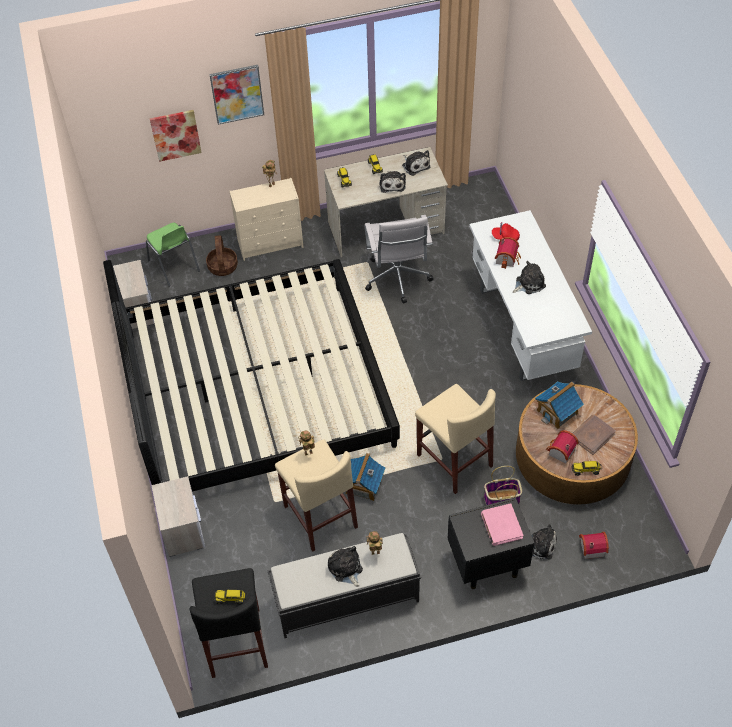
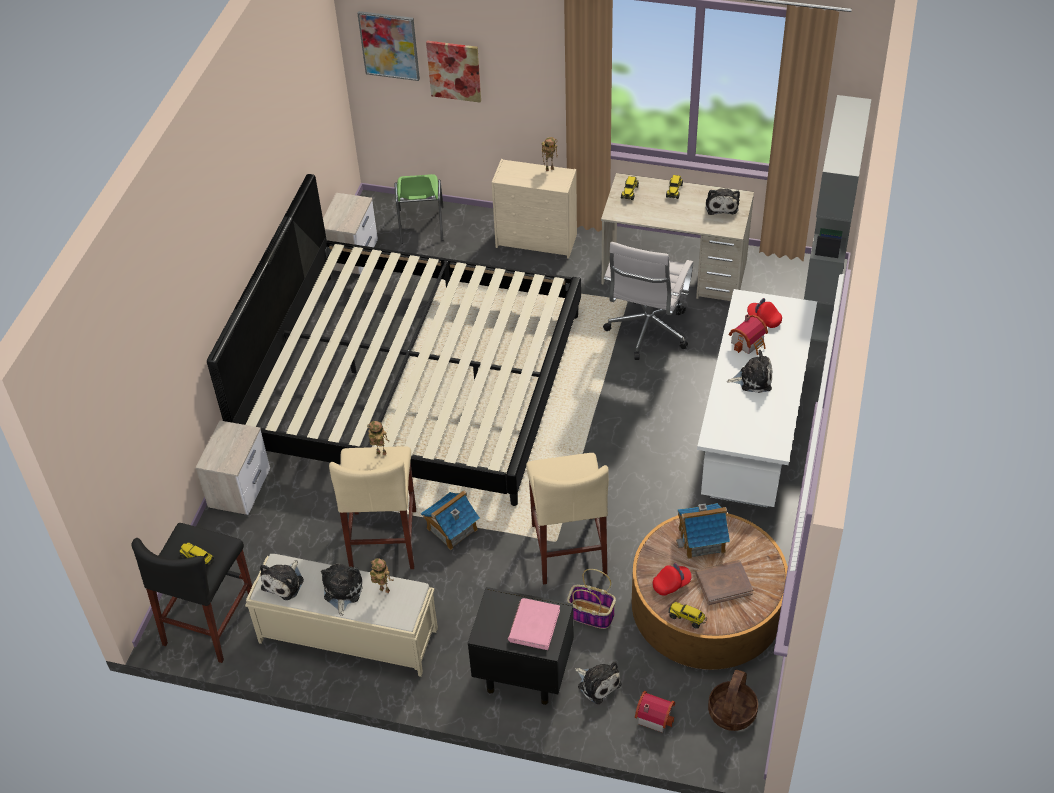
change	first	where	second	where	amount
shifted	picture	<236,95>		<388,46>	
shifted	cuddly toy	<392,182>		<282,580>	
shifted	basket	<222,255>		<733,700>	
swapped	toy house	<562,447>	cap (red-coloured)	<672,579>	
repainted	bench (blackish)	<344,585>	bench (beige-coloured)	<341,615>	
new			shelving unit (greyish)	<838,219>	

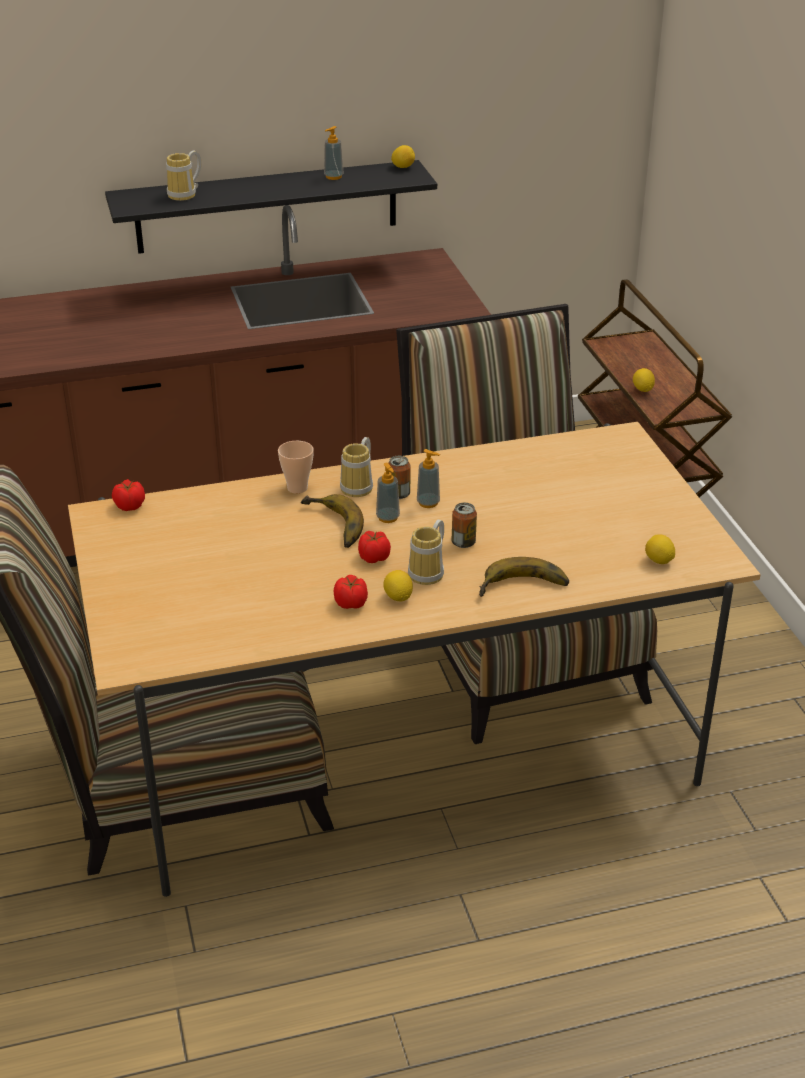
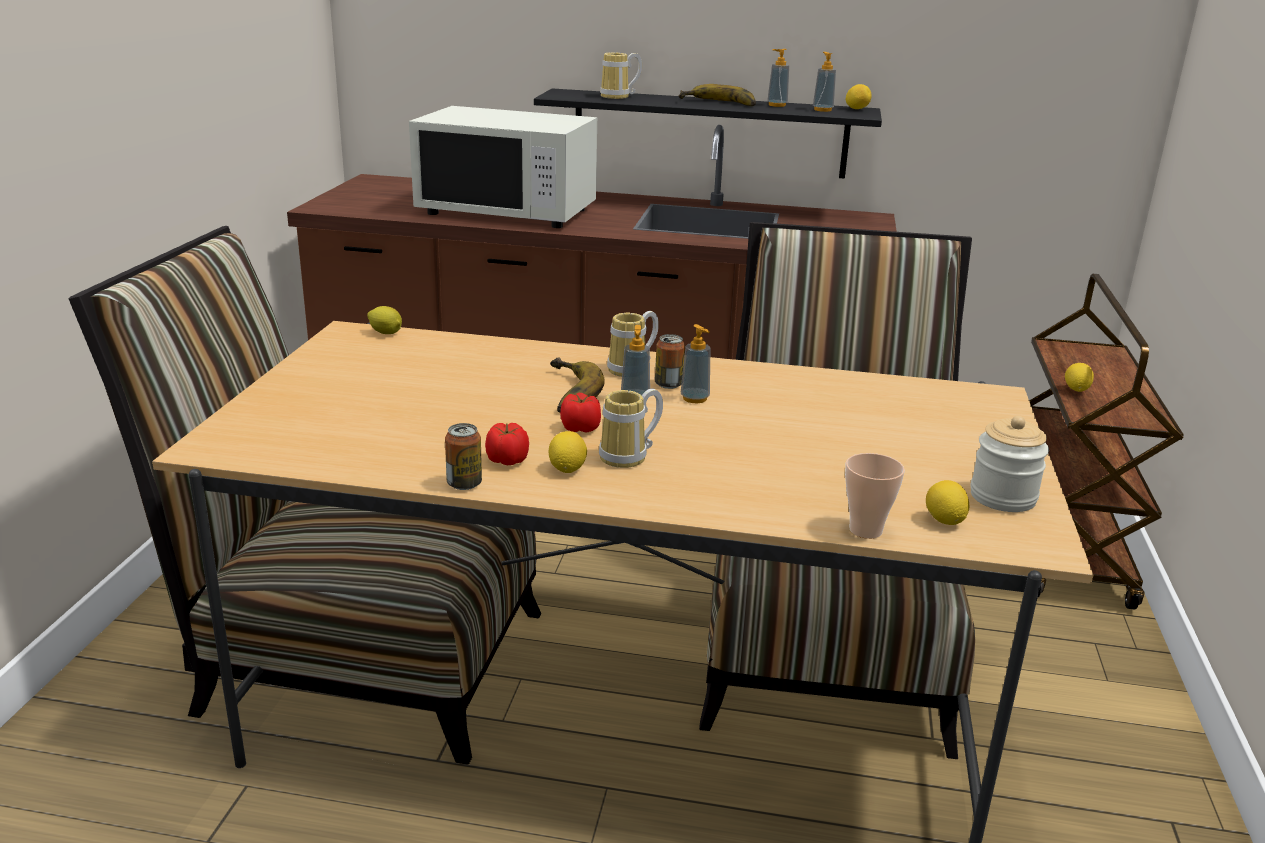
change	first	where	second	where	amount
shifted	small cup	<296,467>		<875,496>	
swapped	whole tomato	<128,495>	lemon	<384,320>	
shifted	sealed can	<464,525>		<463,456>	
shifted	banana	<524,577>		<717,95>	
new			liquid soap bottle	<824,82>	
new			kitchen microwave (whitish)	<503,167>	
new			preserve jar	<1009,464>	

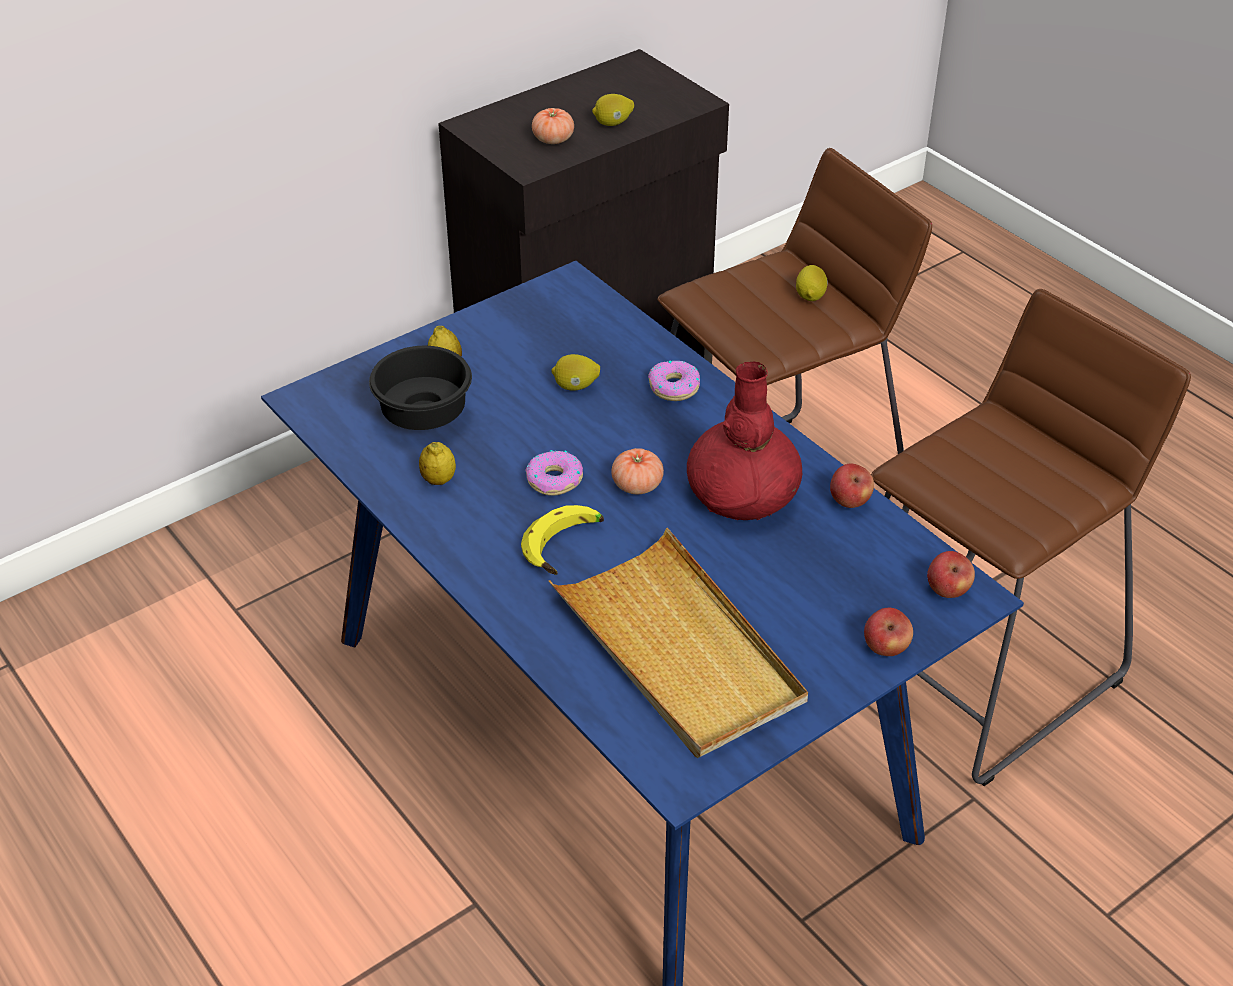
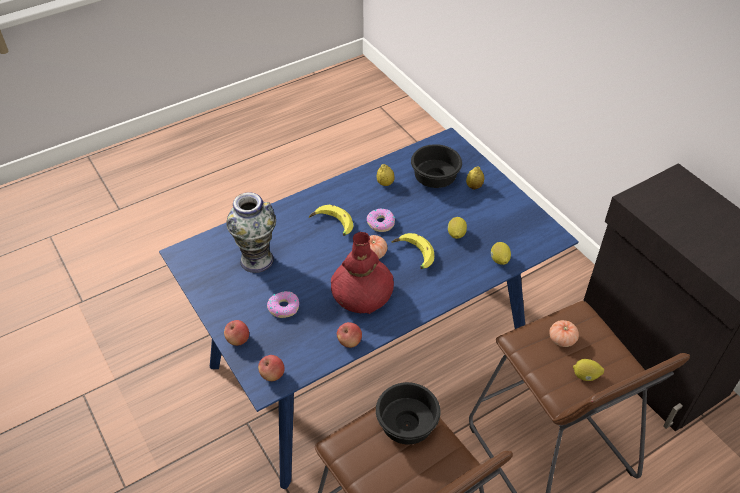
change	first	where	second	where	amount
shifted	lemon	<613,110>		<501,253>	
shifted	whole tomato	<553,126>		<564,333>	
shifted	donut	<674,380>		<283,304>	
swapped	serving tray (beige-coloured)	<678,643>	decorative vase	<251,232>	
new			banana	<412,251>	
new			bowl (blackish)	<408,413>	

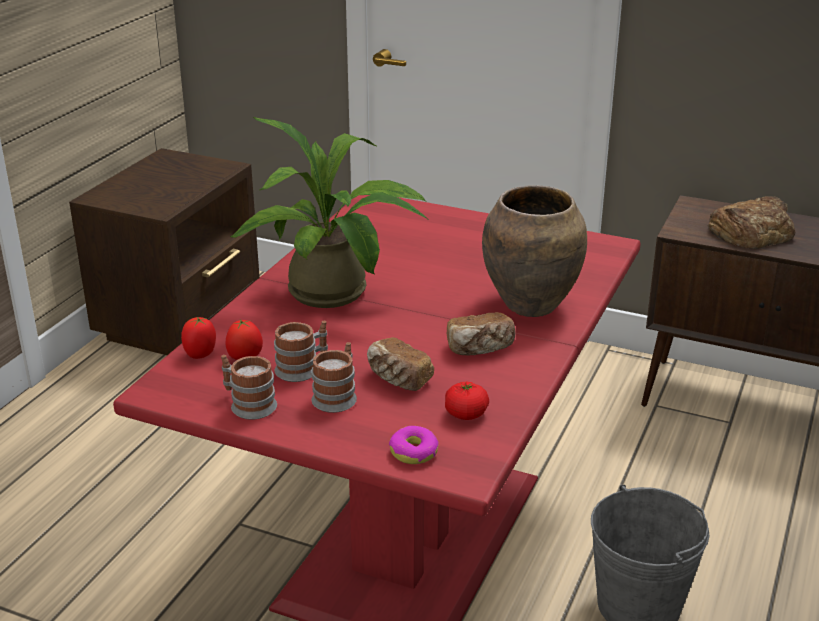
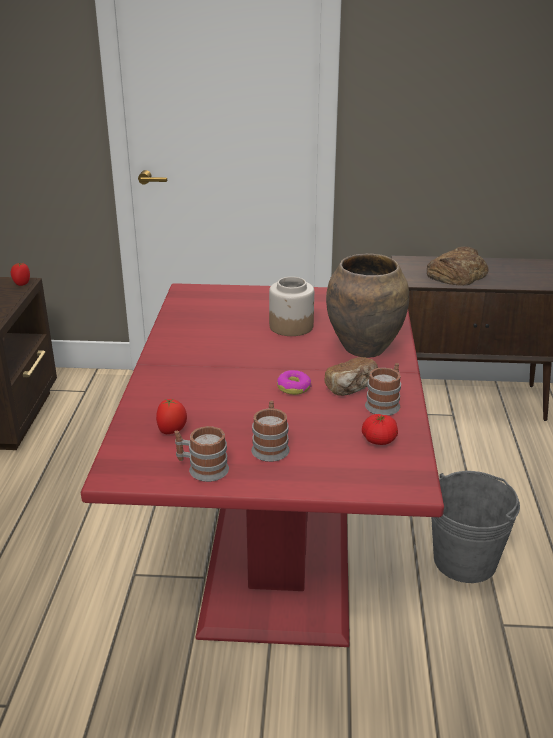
change	first	where	second	where	amount
gone	houseplant	<328,212>			
shifted	whole tomato	<198,338>		<20,274>	
shifted	mug	<301,351>		<383,389>	
gone	bakery bread	<400,364>			
shifted	donut	<414,445>		<294,382>	
new			preserve jar	<291,306>	

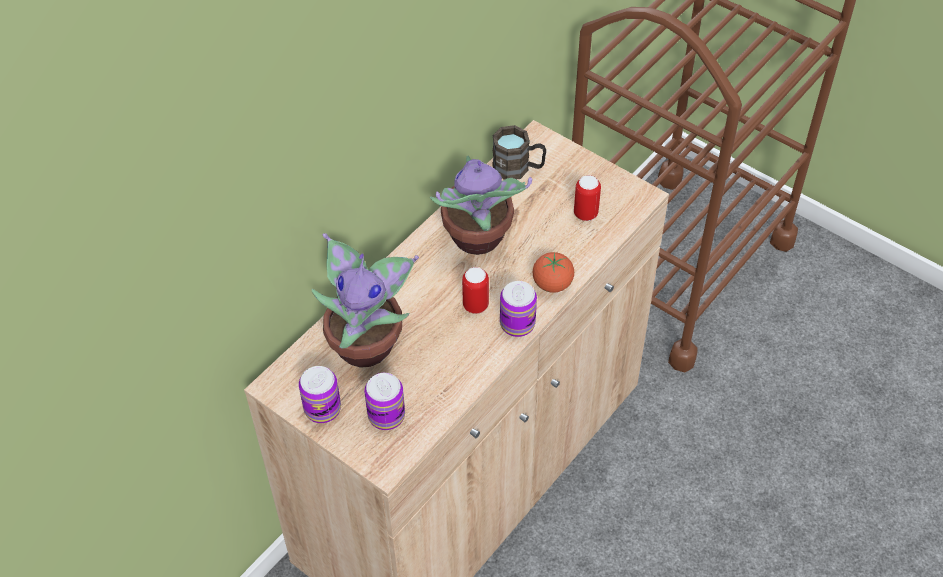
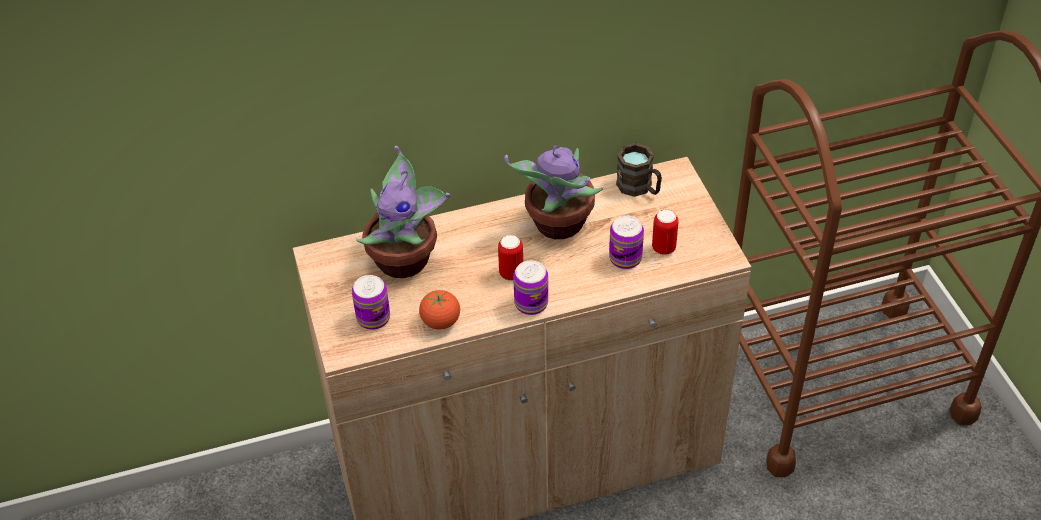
change	first	where	second	where	amount
shifted	whole tomato	<553,272>		<439,310>	
shifted	sealed can	<320,394>		<626,242>	

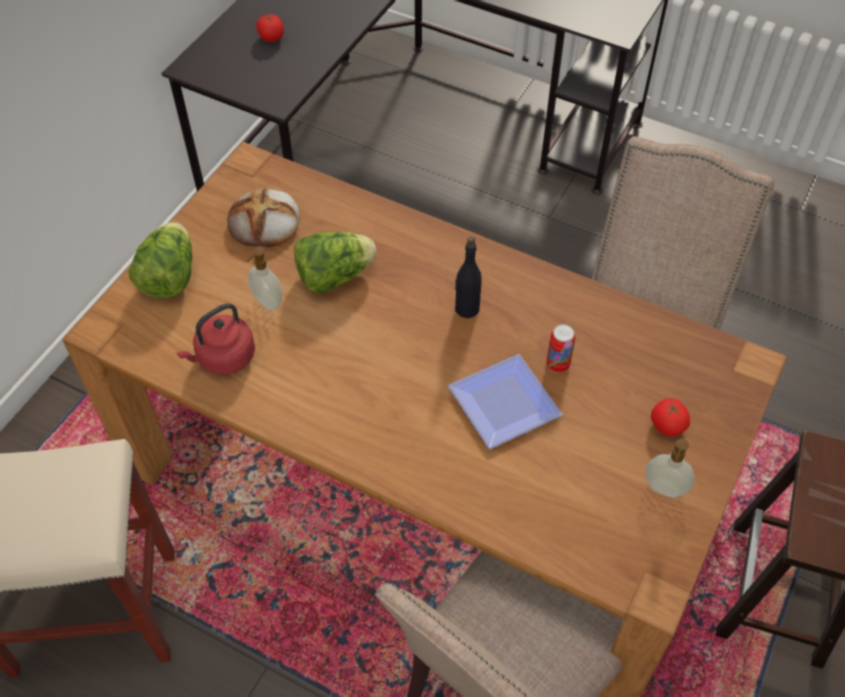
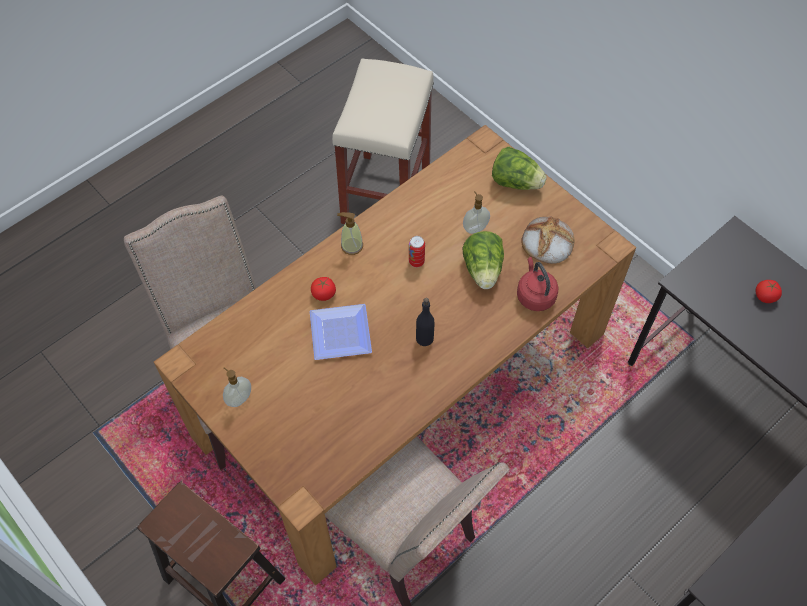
change	first	where	second	where	amount
shifted	tea kettle (red-coloured)	<216,339>		<538,284>	
shifted	sealed can	<560,348>		<417,251>	
shifted	whole tomato	<670,417>		<323,289>	
new			liquid soap bottle	<350,233>	

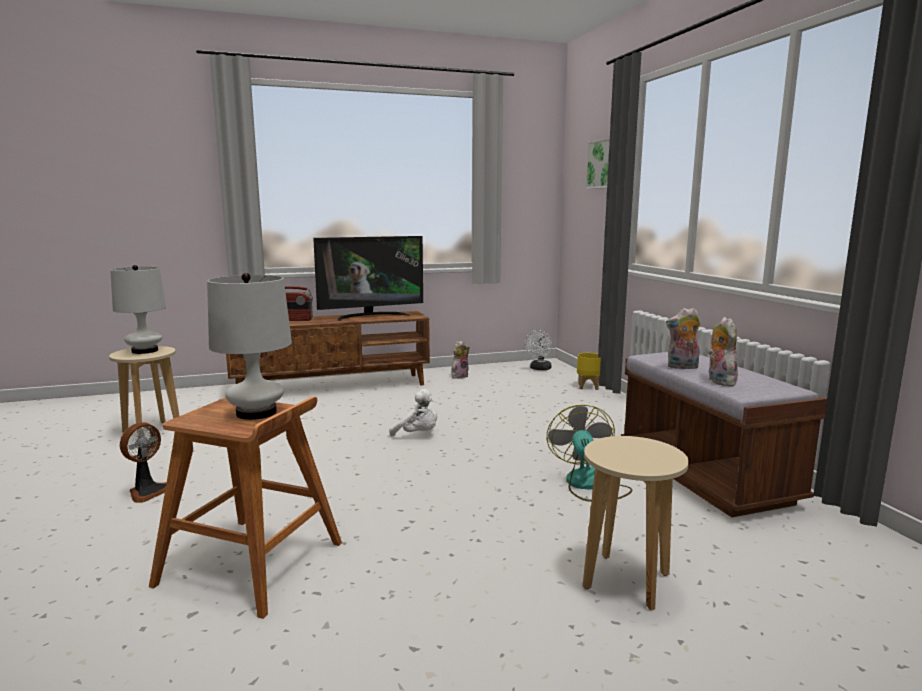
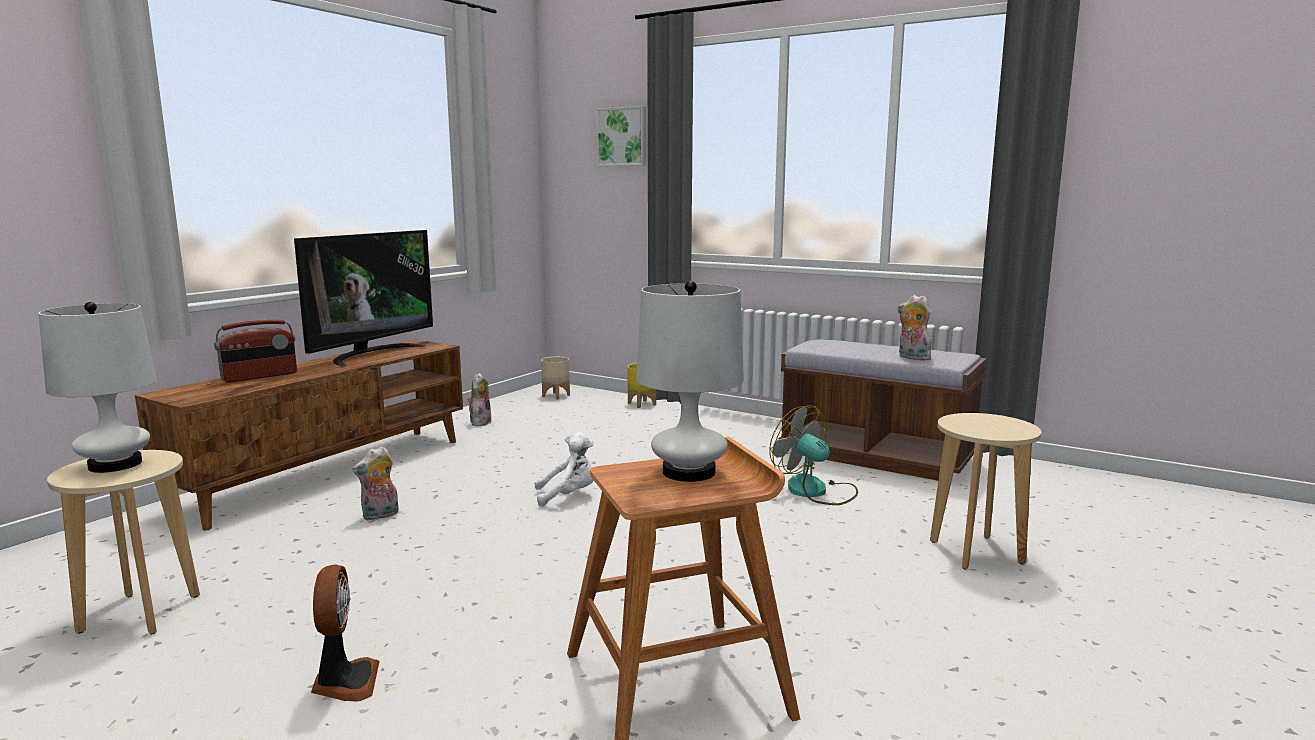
change	first	where	second	where	amount
shifted	cuddly toy	<683,338>		<375,483>	
swapped	fan (whitish)	<538,350>	planter (beige-coloured)	<555,378>	

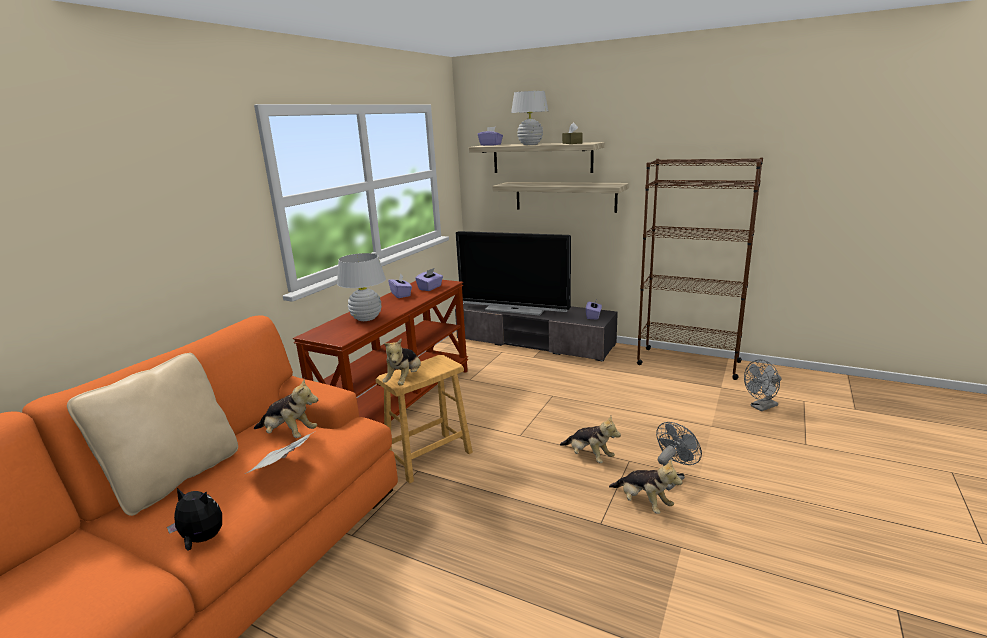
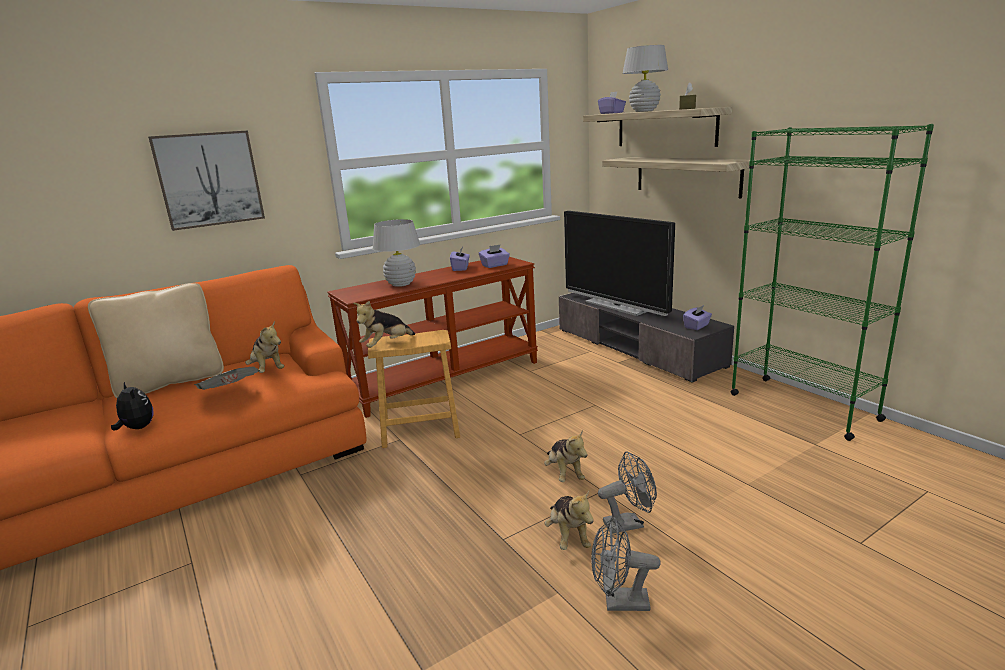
change	first	where	second	where	amount
repainted	shelving unit (brownish)	<700,269>	shelving unit (green-coloured)	<832,282>	
shifted	fan (greyish)	<762,385>		<626,564>	
new			picture	<206,180>	

